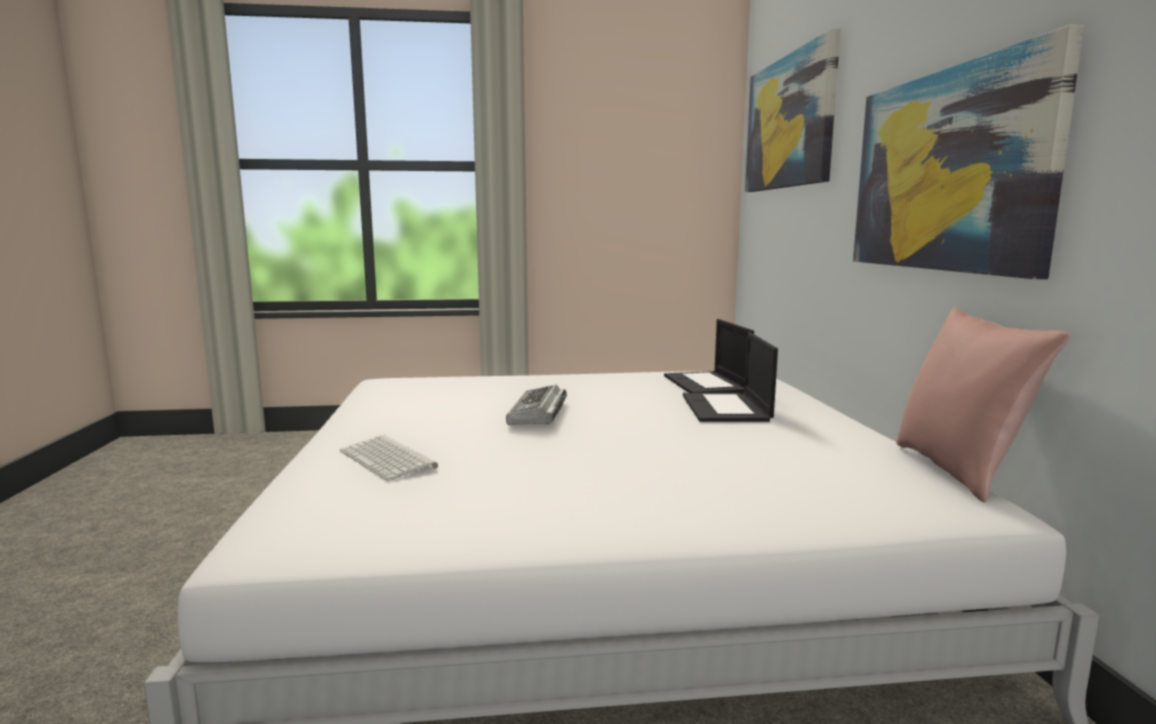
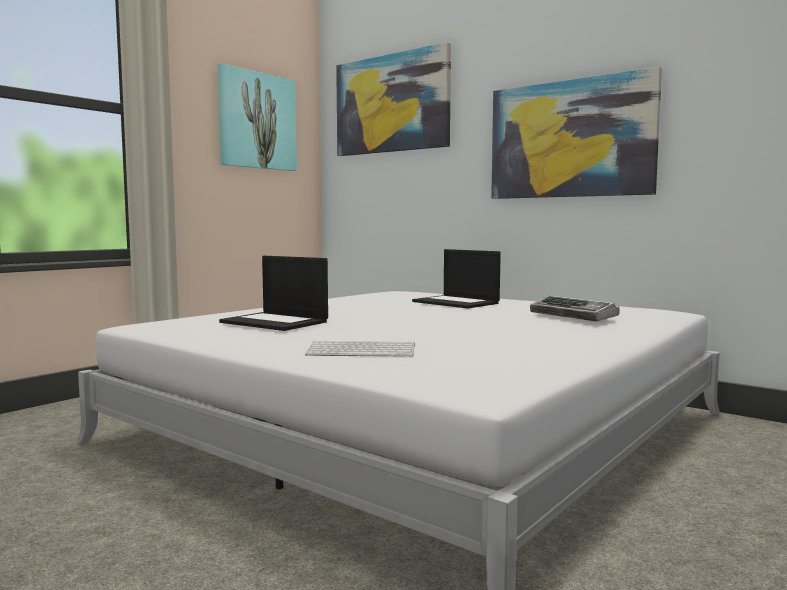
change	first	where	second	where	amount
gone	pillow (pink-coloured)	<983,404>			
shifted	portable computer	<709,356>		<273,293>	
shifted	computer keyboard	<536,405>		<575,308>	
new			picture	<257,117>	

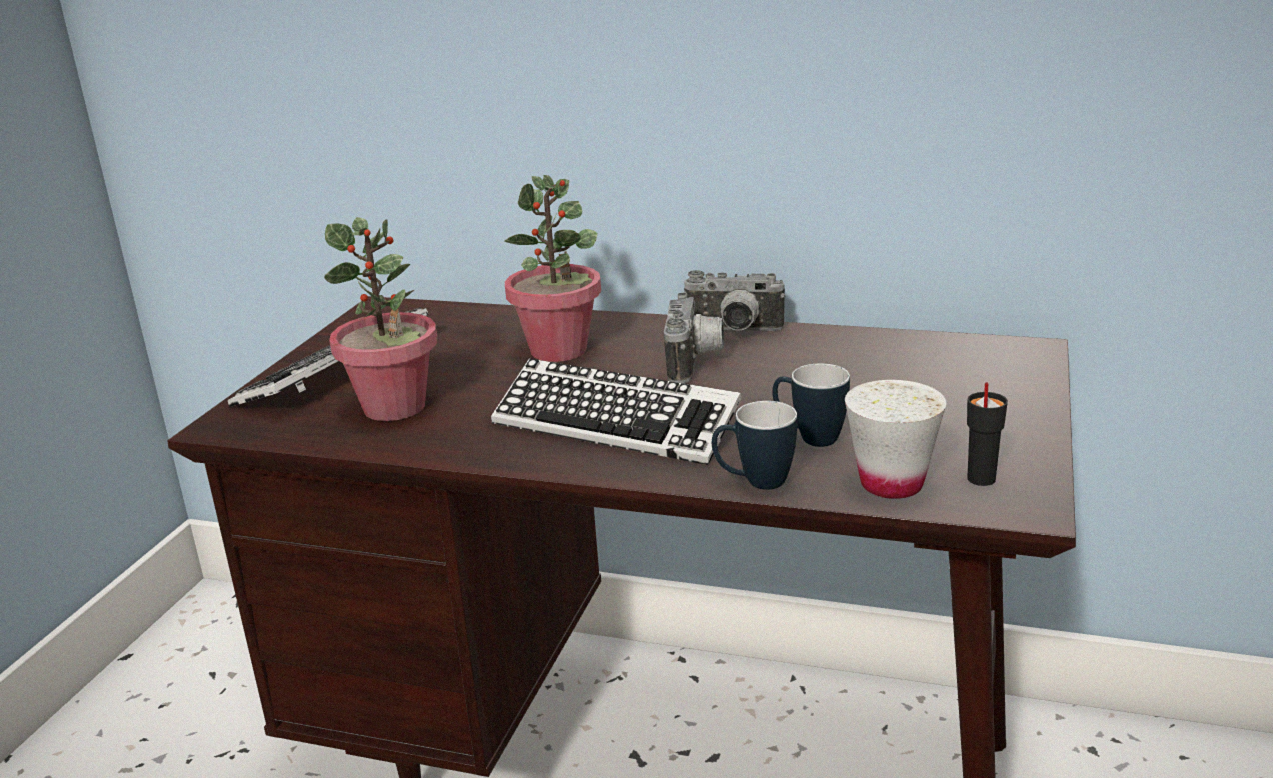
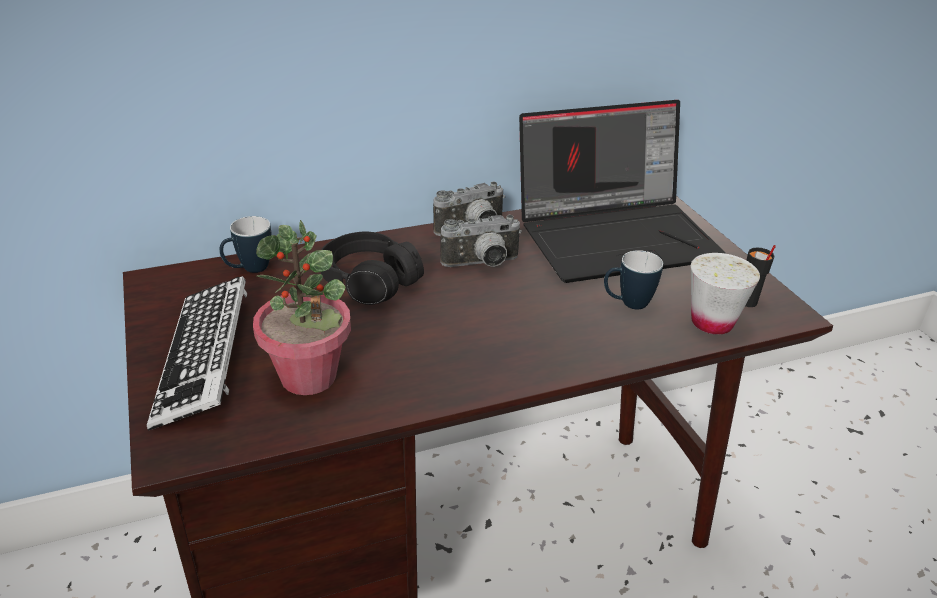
change	first	where	second	where	amount
swapped	houseplant	<553,268>	headset (blackish)	<372,268>	
rotated	still camera	<694,338>		<481,241>	105 degrees clockwise
gone	computer keyboard	<616,411>			
shifted	mug	<754,445>		<245,244>	
new			portable computer	<622,191>	

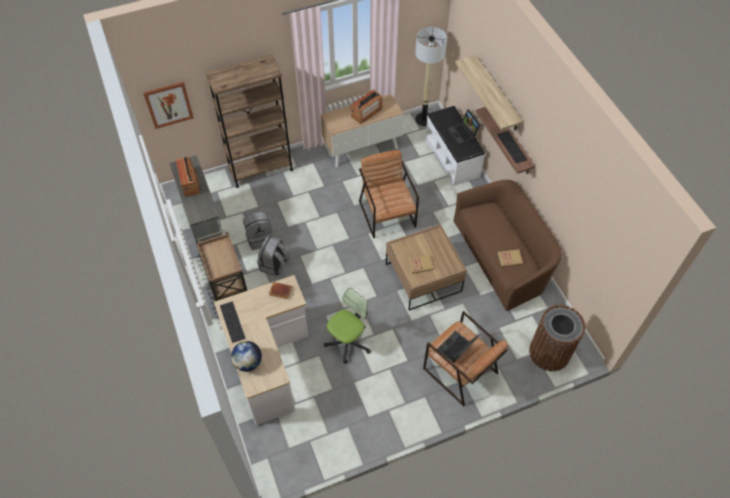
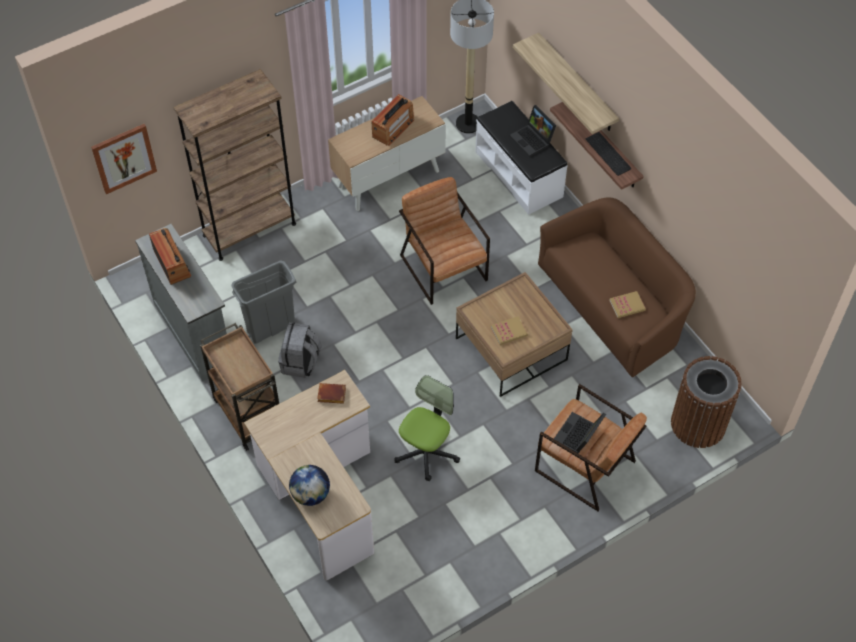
change	first	where	second	where	amount
swapped	backpack (greyish)	<258,231>	rubbish bin (greyish)	<264,302>	
gone	computer keyboard	<232,322>			

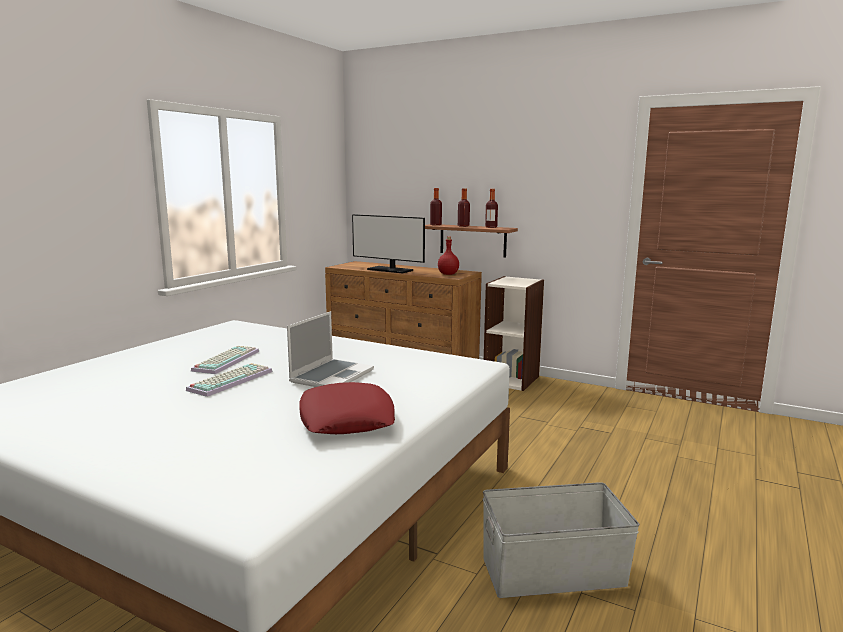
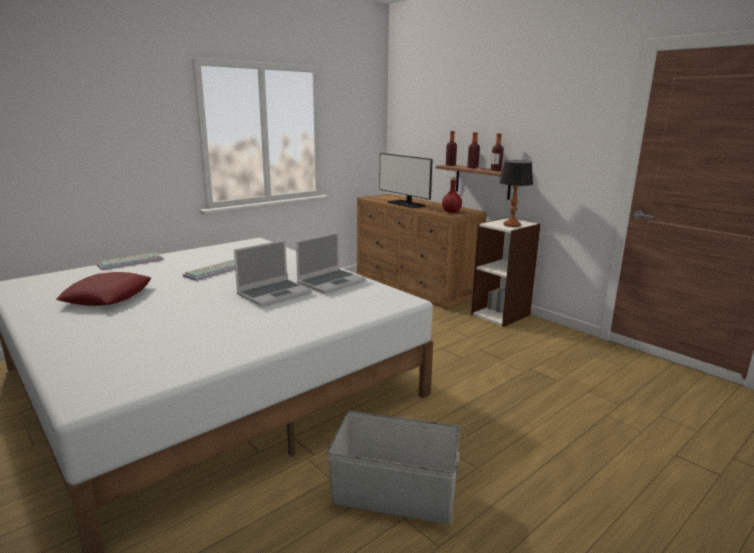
change	first	where	second	where	amount
shifted	computer keyboard	<229,380>		<130,261>	
shifted	pillow (red-coloured)	<347,408>		<103,289>	
new			tabletop lamp	<516,193>	
new			portable computer	<331,263>	

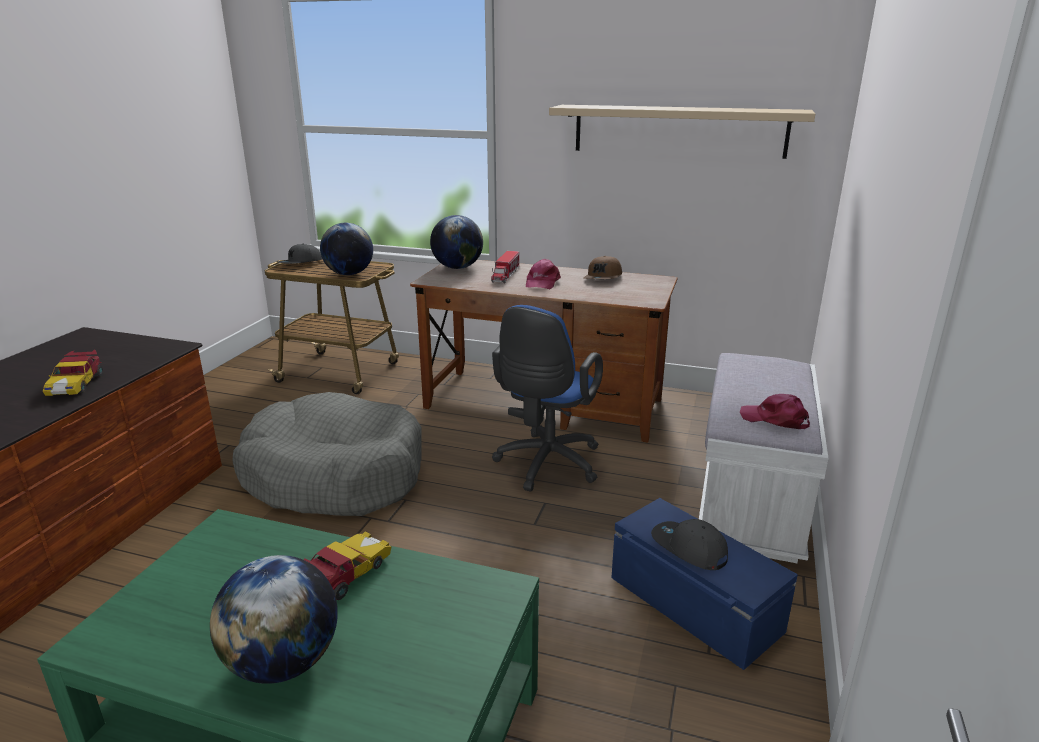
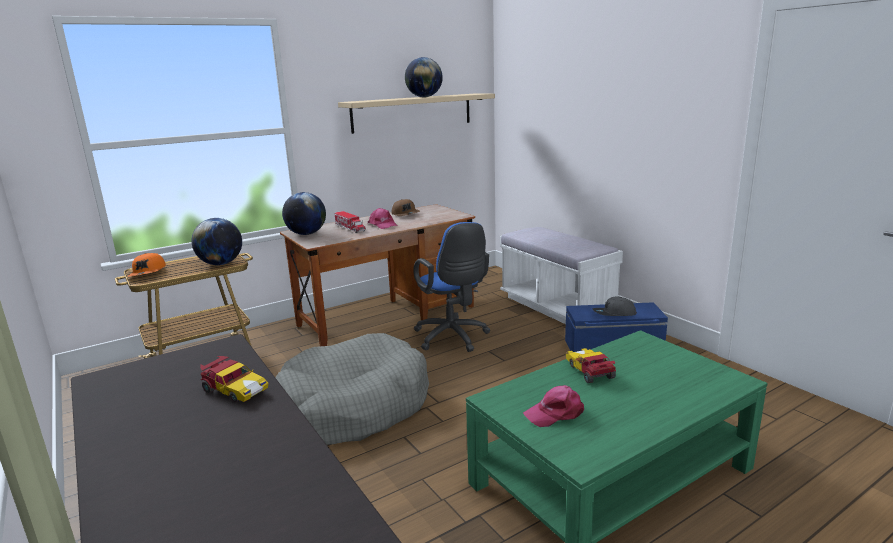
change	first	where	second	where	amount
repainted	cap (greyish)	<299,254>	cap (orange)	<146,265>	
shifted	cap (pink-coloured)	<775,411>		<553,406>	
shifted	world globe	<274,619>		<424,77>	

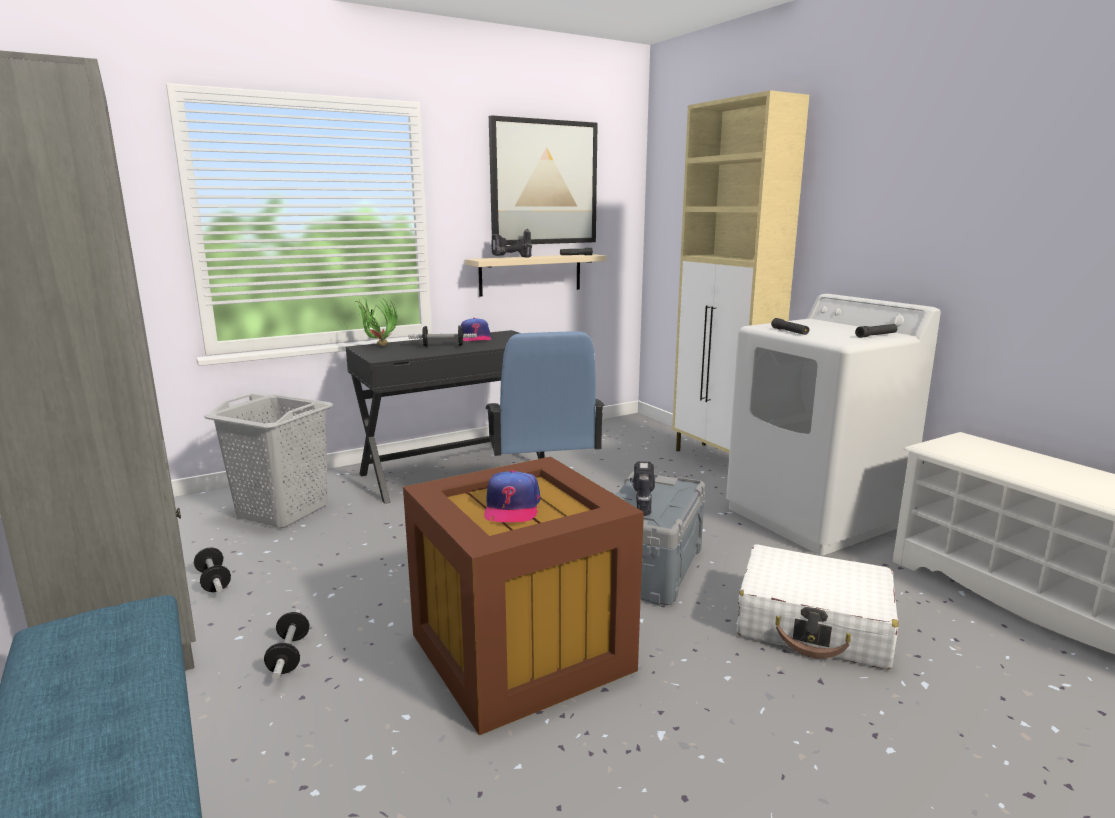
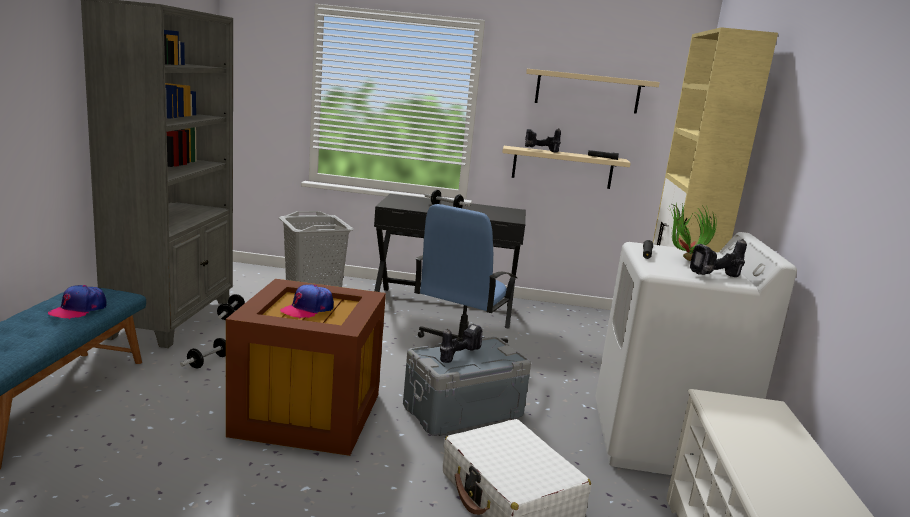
change	first	where	second	where	amount
swapped	picture	<543,180>	wall shelf (beige-coloured)	<593,91>	
shifted	houseplant	<376,321>		<693,232>	
shifted	cap	<476,329>		<77,302>	
swapped	flashlight (blackish)	<876,331>	drill	<718,258>	

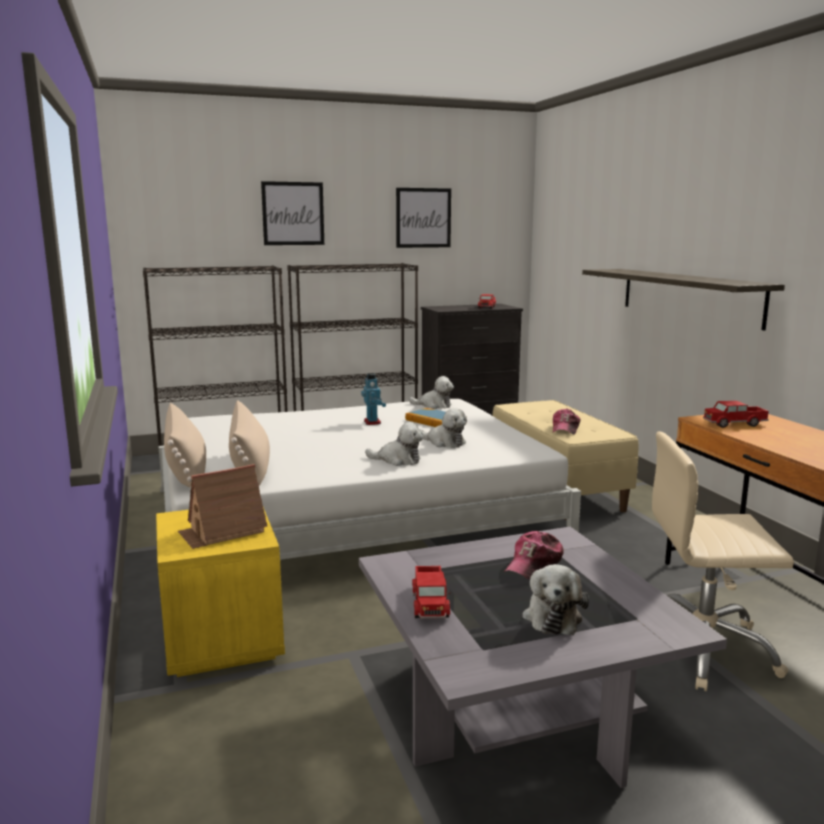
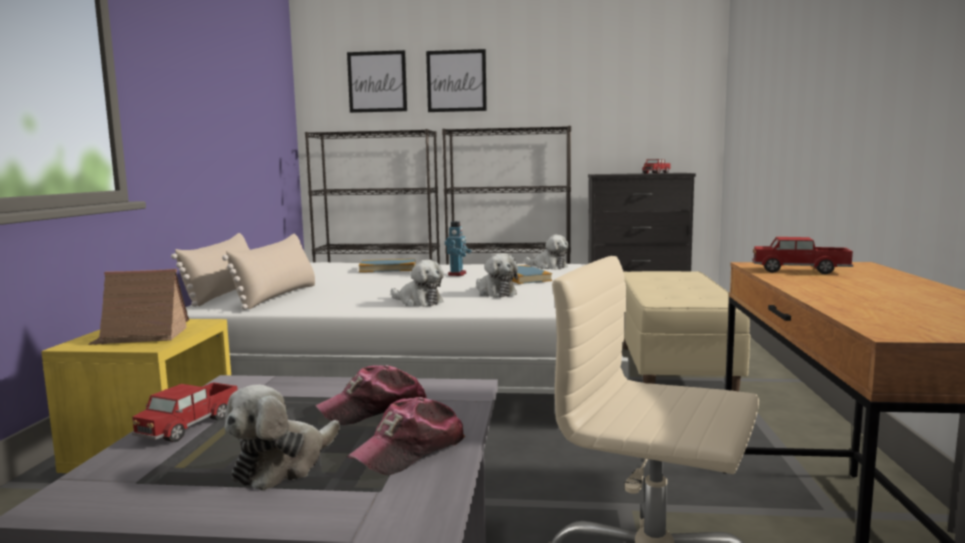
change	first	where	second	where	amount
shifted	picture	<423,218>		<377,81>	
gone	wall shelf	<683,299>			
shifted	cap	<566,422>		<406,436>	
new			book	<387,265>	

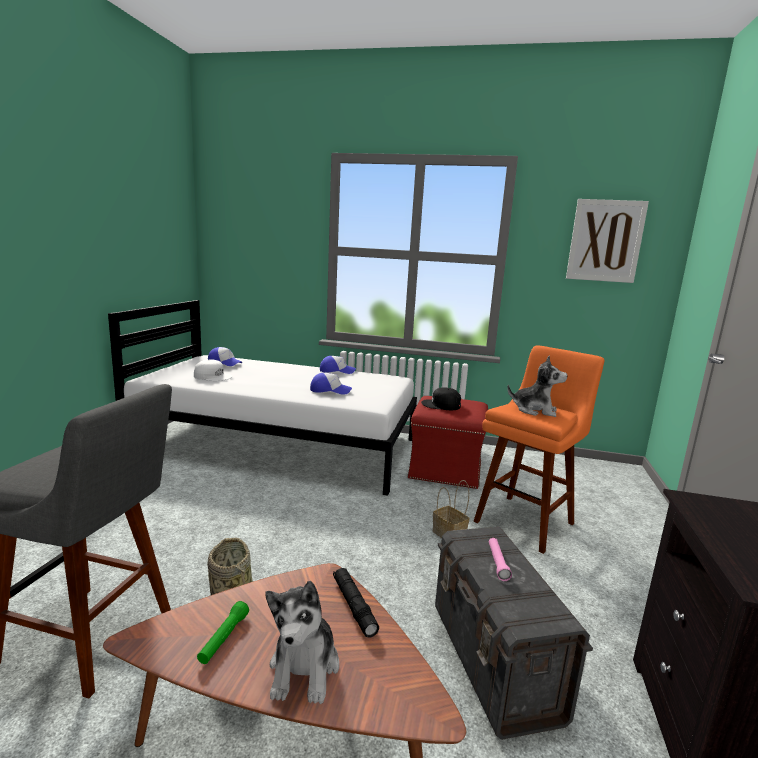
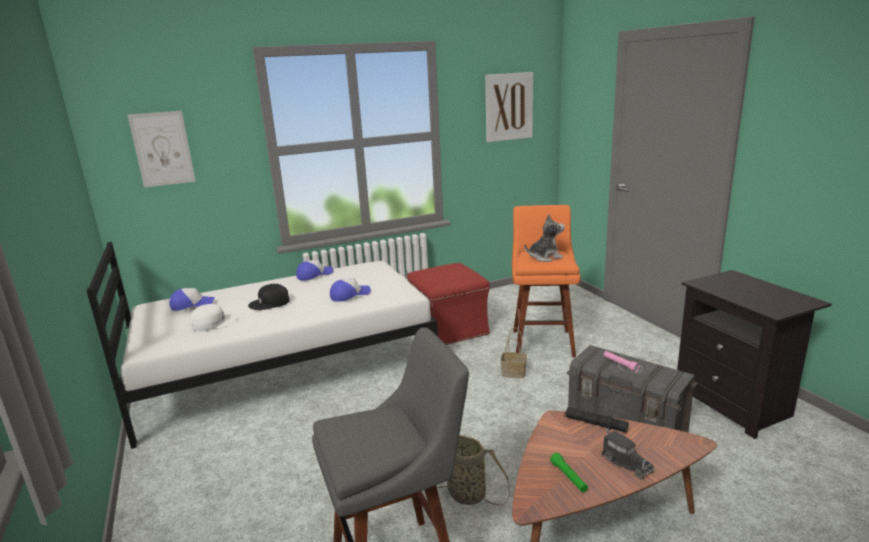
change	first	where	second	where	amount
shifted	cap (blackish)	<441,399>		<269,297>	
swapped	cuddly toy	<302,642>	model truck	<628,453>	
new			picture	<162,149>	

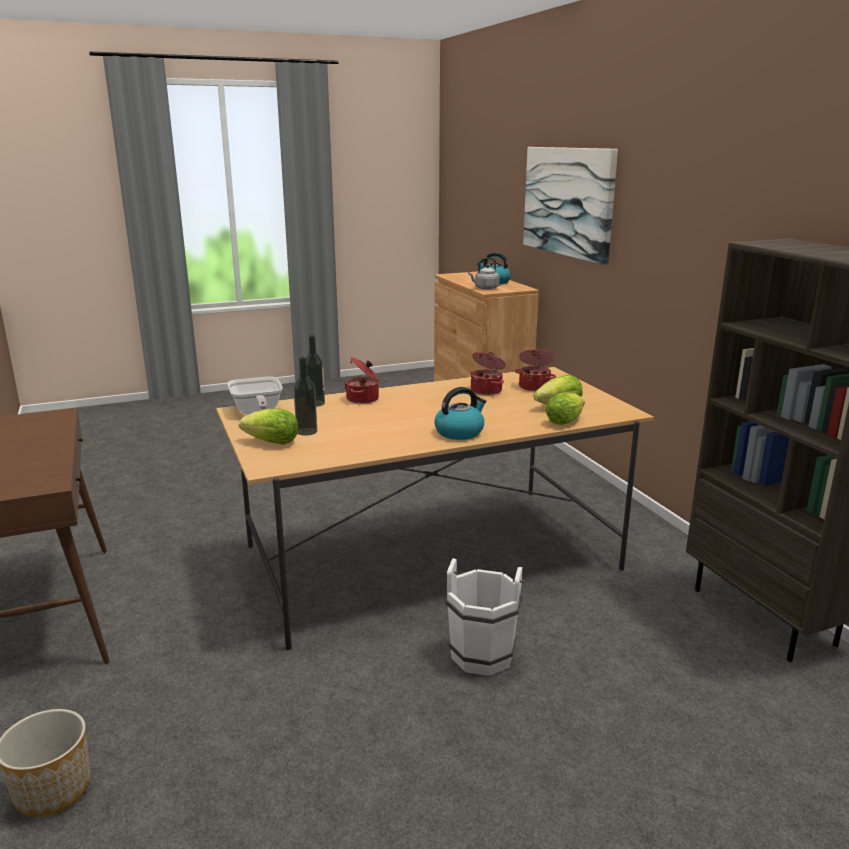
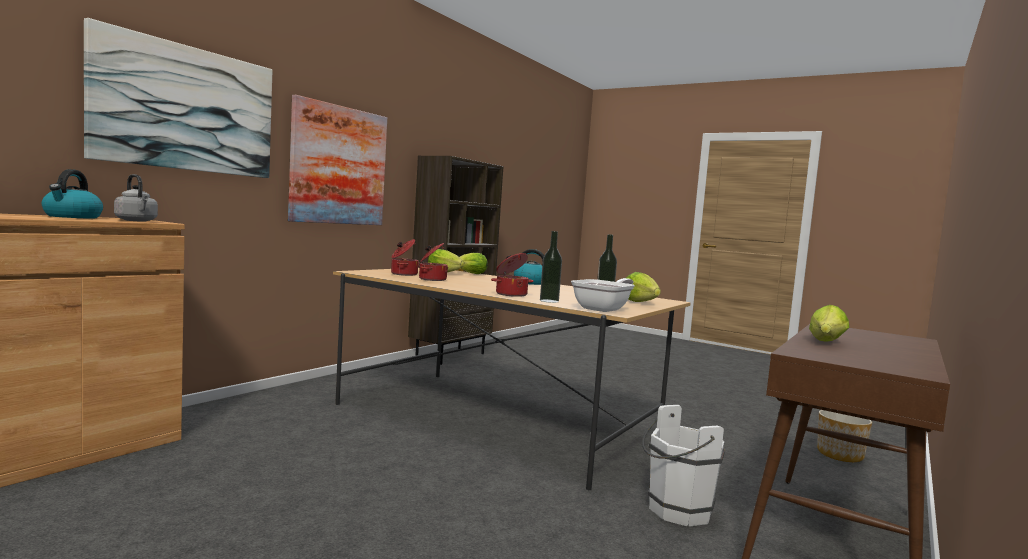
change	first	where	second	where	amount
shifted	pail (whitish)	<485,617>		<683,466>	
new			picture	<337,160>	
new			head of lettuce	<829,323>	

